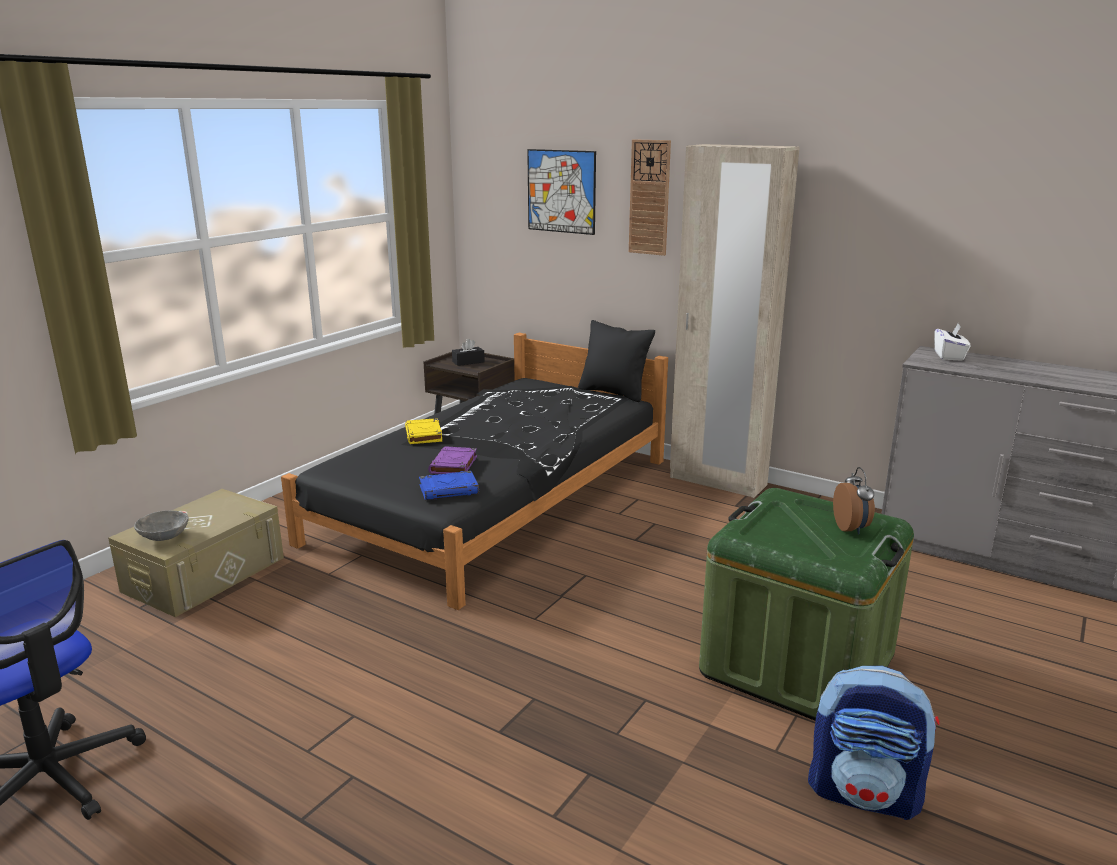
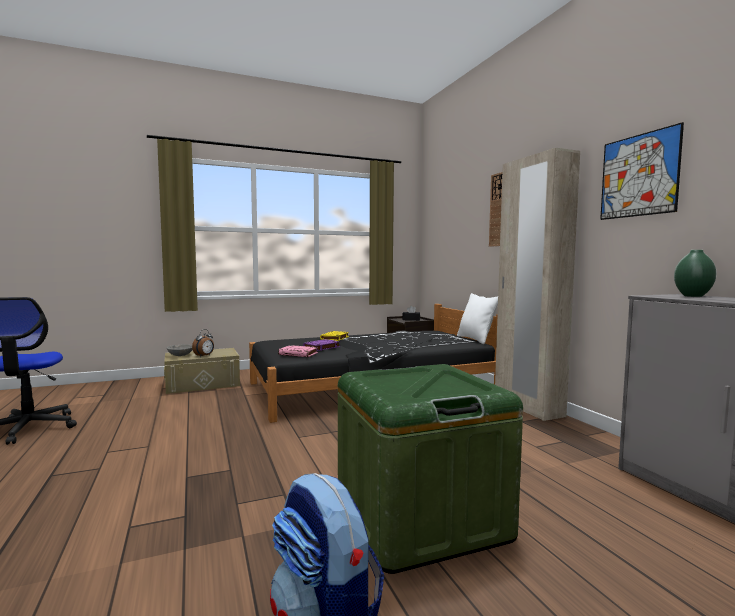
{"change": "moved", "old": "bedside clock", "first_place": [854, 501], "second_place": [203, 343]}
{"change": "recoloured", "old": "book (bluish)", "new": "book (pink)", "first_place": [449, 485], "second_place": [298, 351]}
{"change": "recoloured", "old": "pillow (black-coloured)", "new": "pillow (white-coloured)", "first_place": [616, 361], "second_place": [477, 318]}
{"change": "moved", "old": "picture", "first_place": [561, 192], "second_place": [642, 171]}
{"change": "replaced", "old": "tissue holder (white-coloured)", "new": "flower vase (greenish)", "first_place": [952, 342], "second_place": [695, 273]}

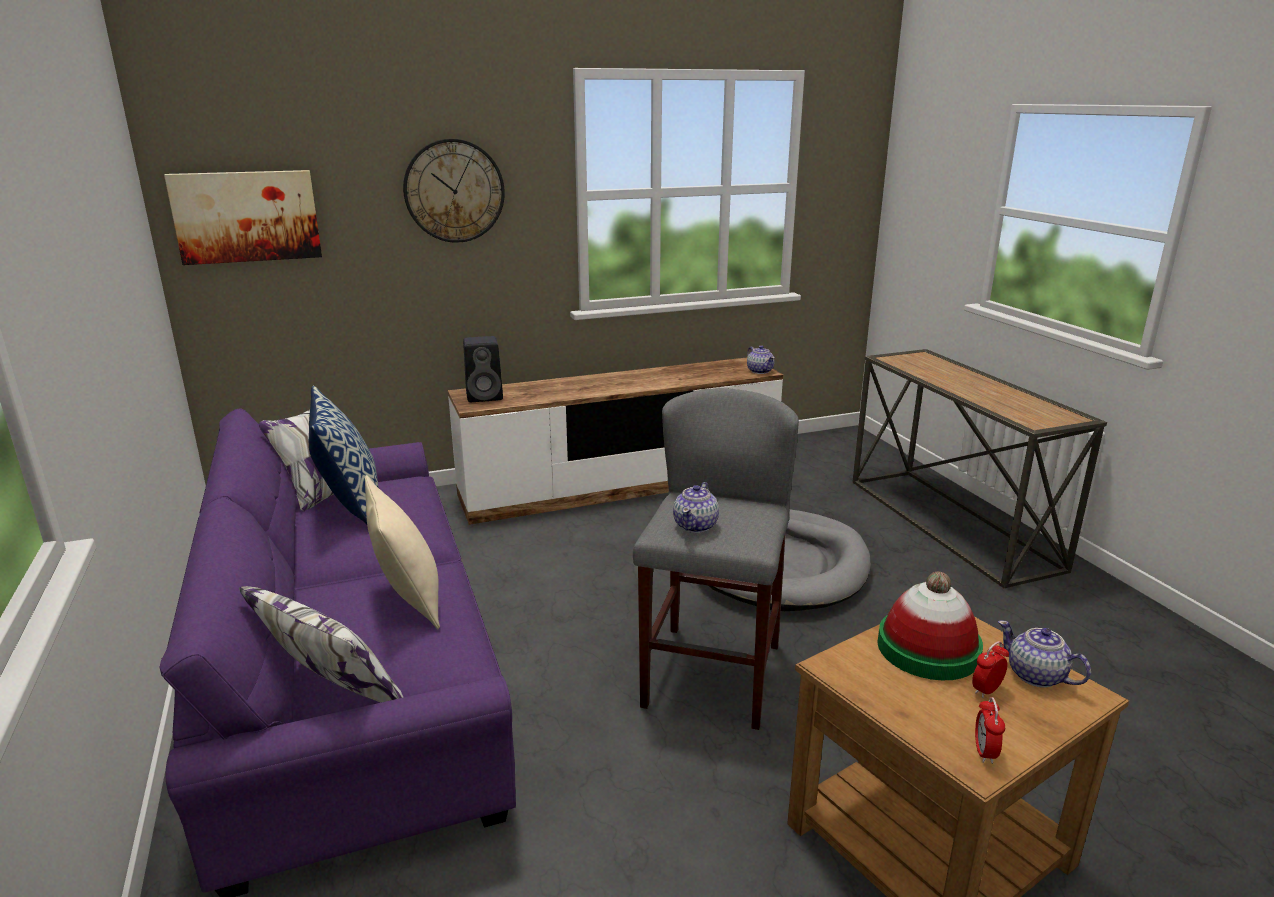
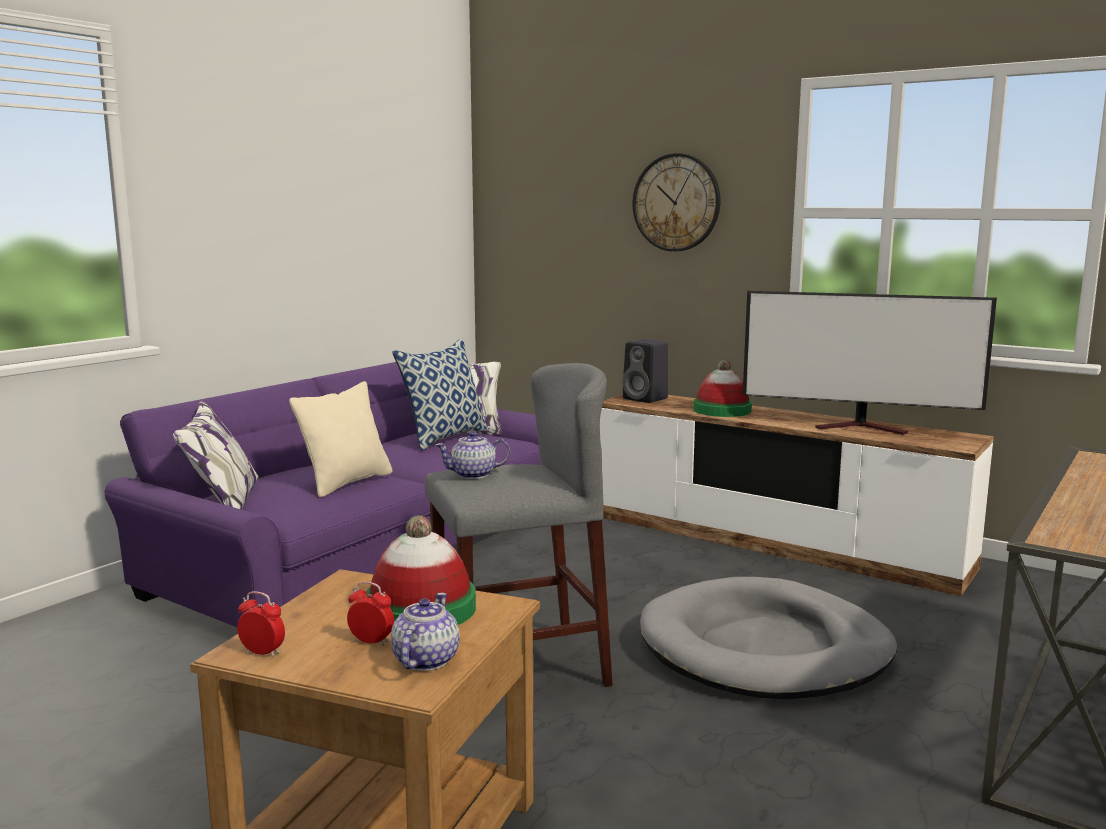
{"change": "turned", "old": "bedside clock", "first_place": [990, 730], "second_place": [261, 624], "degrees": 45}
{"change": "added", "new": "wearable hat", "second_place": [723, 388]}
{"change": "added", "new": "television", "second_place": [870, 363]}
{"change": "removed", "old": "picture", "first_place": [243, 217]}
{"change": "removed", "old": "pot for tea", "first_place": [761, 359]}

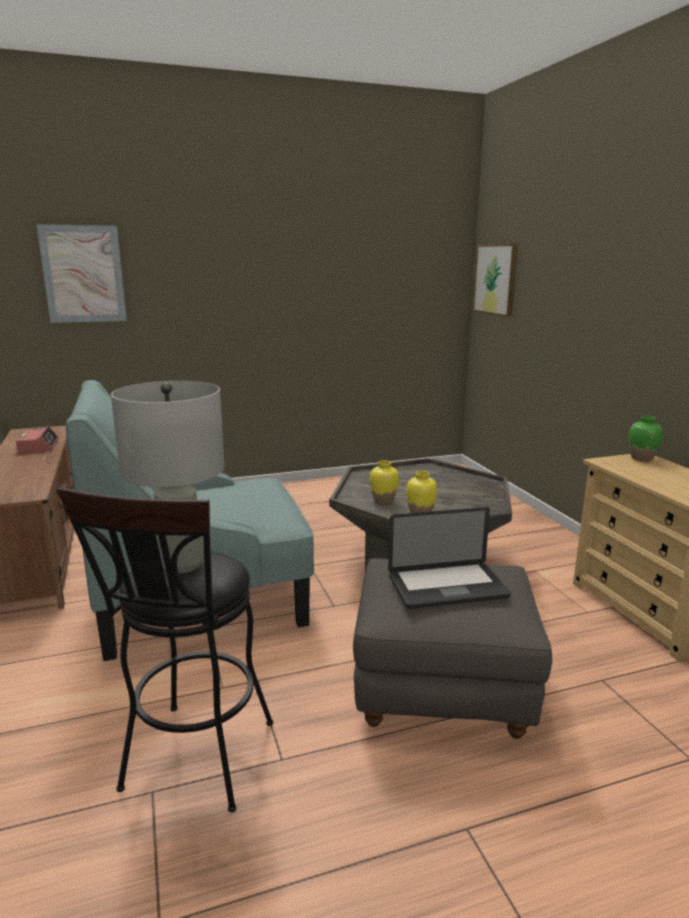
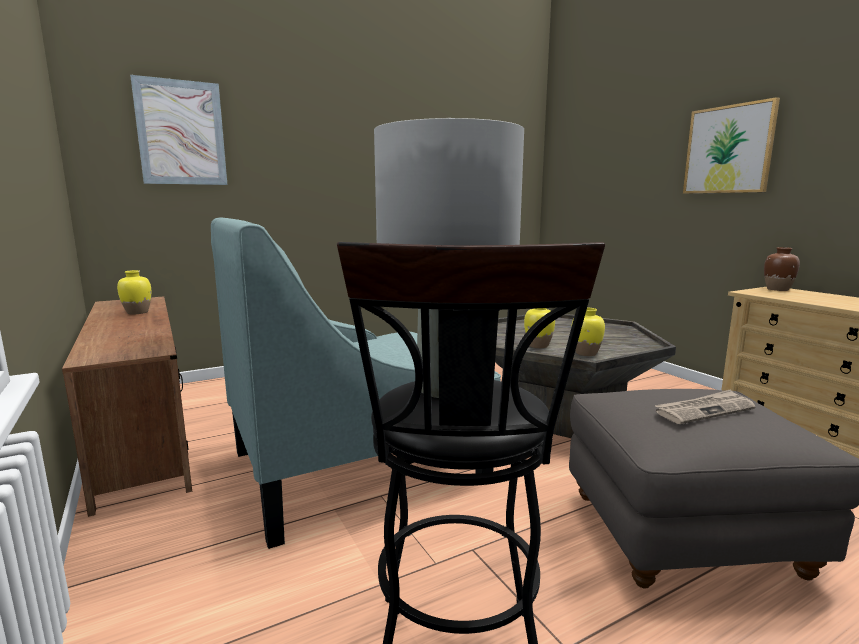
{"change": "replaced", "old": "bedside clock", "new": "flower vase (yellow-coloured)", "first_place": [37, 439], "second_place": [134, 292]}
{"change": "replaced", "old": "laptop", "new": "printed paper", "first_place": [449, 558], "second_place": [705, 406]}
{"change": "moved", "old": "picture", "first_place": [495, 280], "second_place": [731, 145]}
{"change": "recoloured", "old": "flower vase (greenish)", "new": "flower vase (brown)", "first_place": [646, 438], "second_place": [782, 269]}

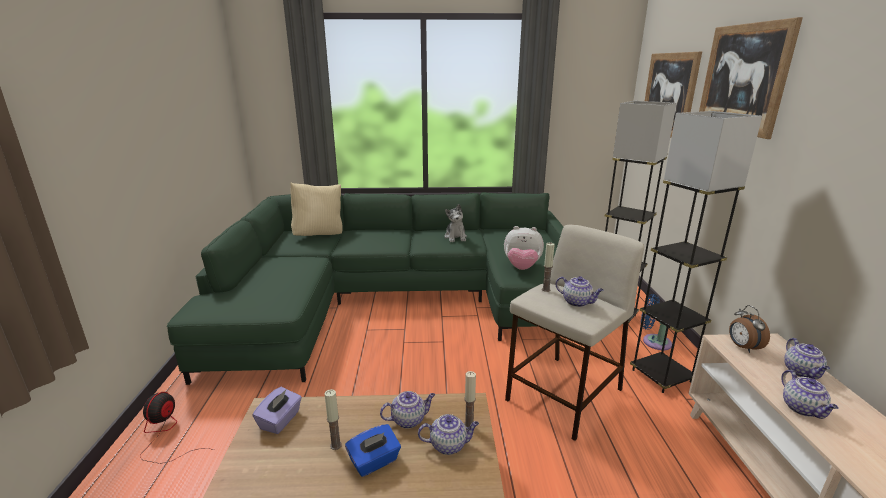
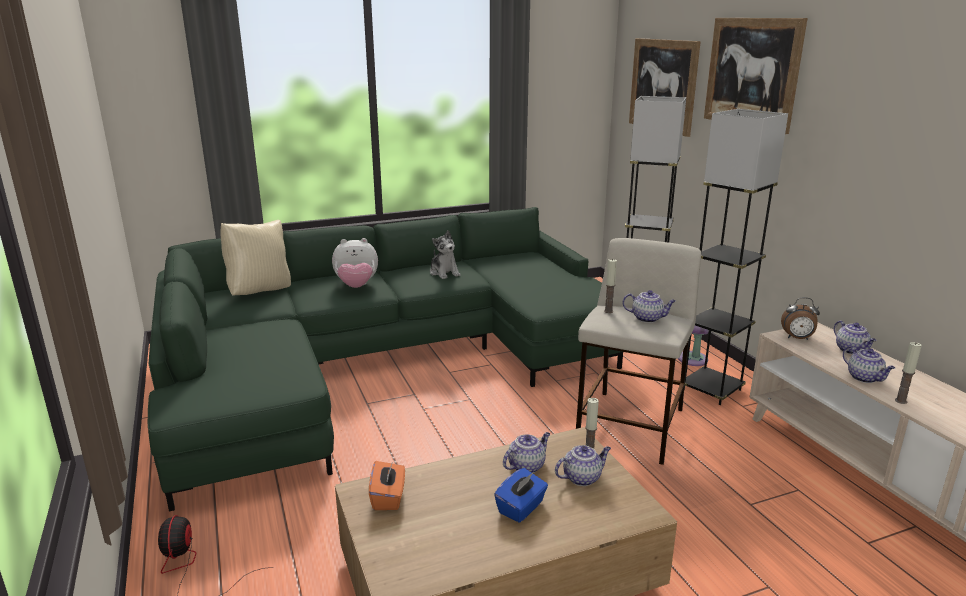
{"change": "moved", "old": "soft toy", "first_place": [524, 248], "second_place": [355, 263]}
{"change": "recoloured", "old": "tissue holder (purple-coloured)", "new": "tissue holder (orange)", "first_place": [277, 410], "second_place": [387, 485]}
{"change": "turned", "old": "bedside clock", "first_place": [749, 329], "second_place": [800, 318], "degrees": -45}
{"change": "moved", "old": "candle", "first_place": [333, 419], "second_place": [908, 373]}

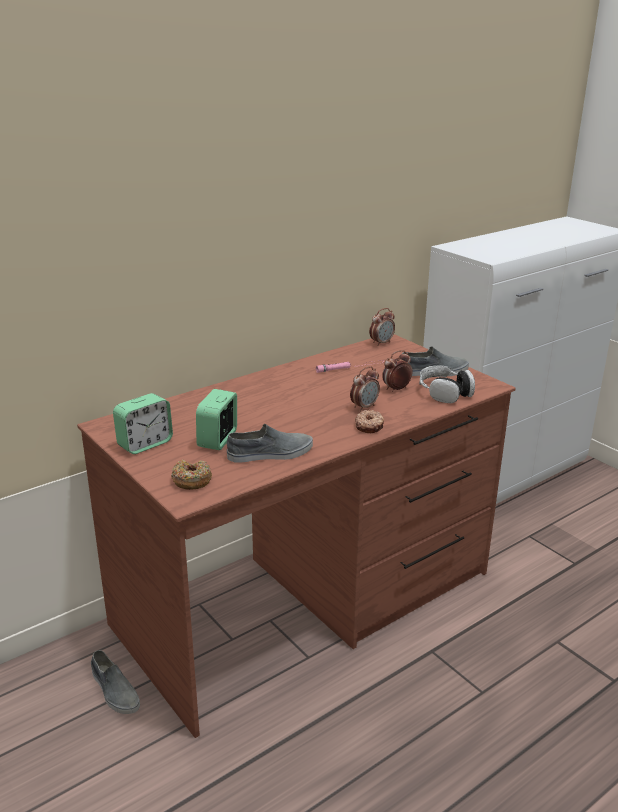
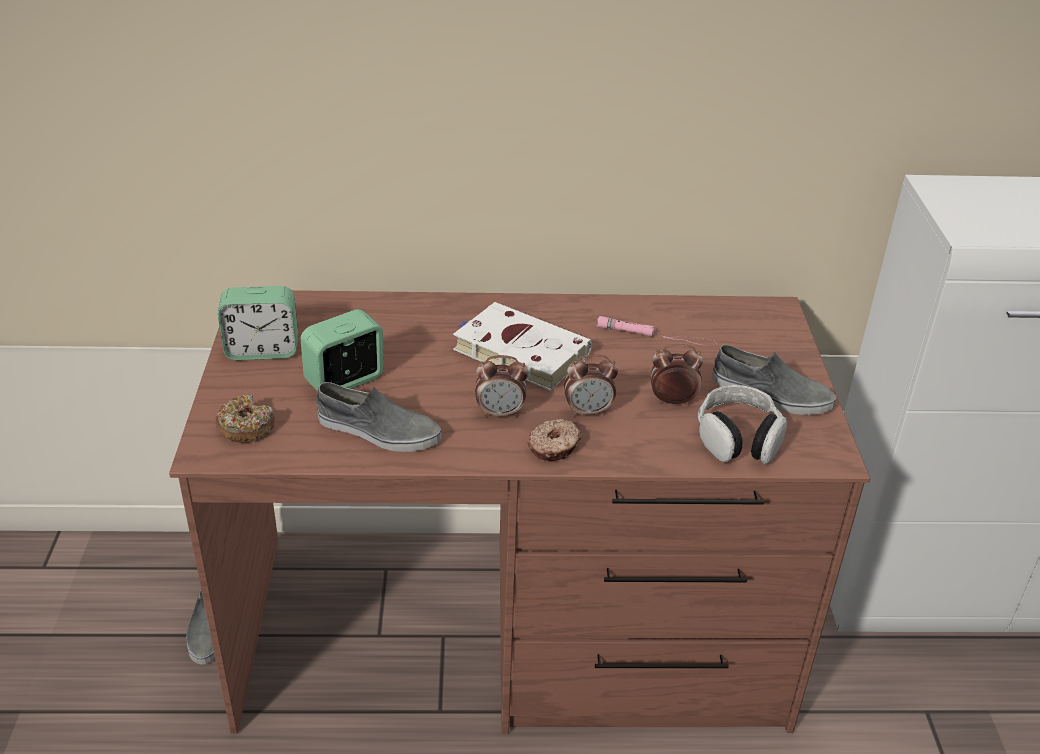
{"change": "added", "new": "book (white-coloured)", "second_place": [522, 346]}
{"change": "moved", "old": "bedside clock", "first_place": [382, 327], "second_place": [501, 386]}

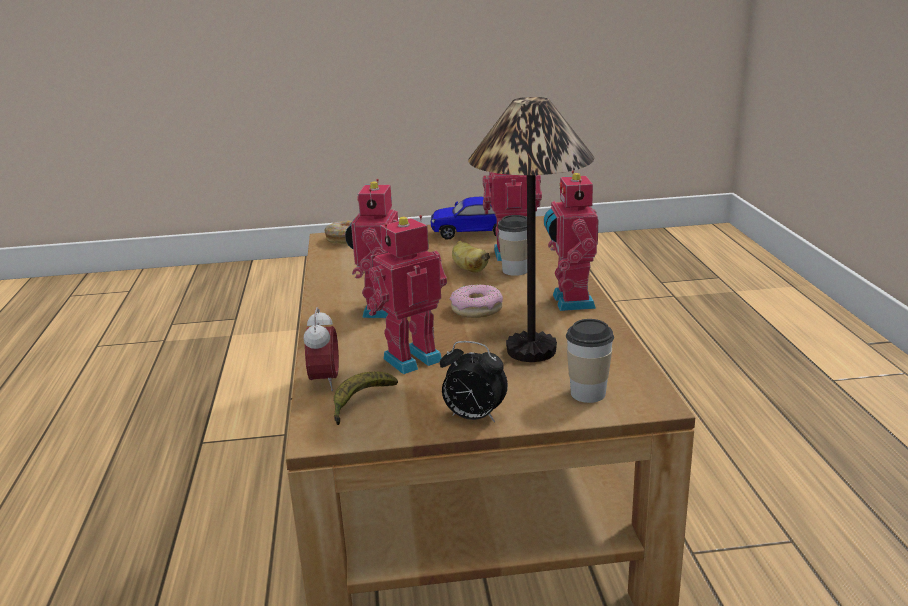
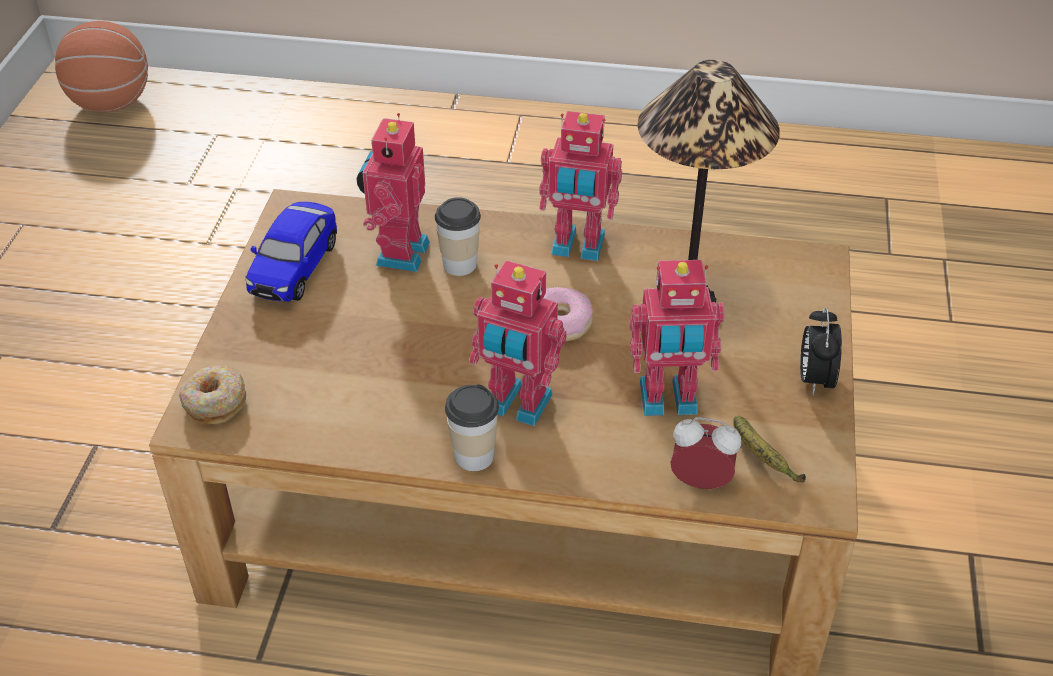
{"change": "added", "new": "basketball", "second_place": [101, 66]}
{"change": "moved", "old": "drinking cup", "first_place": [590, 361], "second_place": [472, 428]}
{"change": "turned", "old": "model robot", "first_place": [407, 294], "second_place": [677, 338], "degrees": -75}
{"change": "turned", "old": "bedside clock", "first_place": [474, 381], "second_place": [821, 351], "degrees": 150}
{"change": "removed", "old": "whole banana", "first_place": [471, 256]}

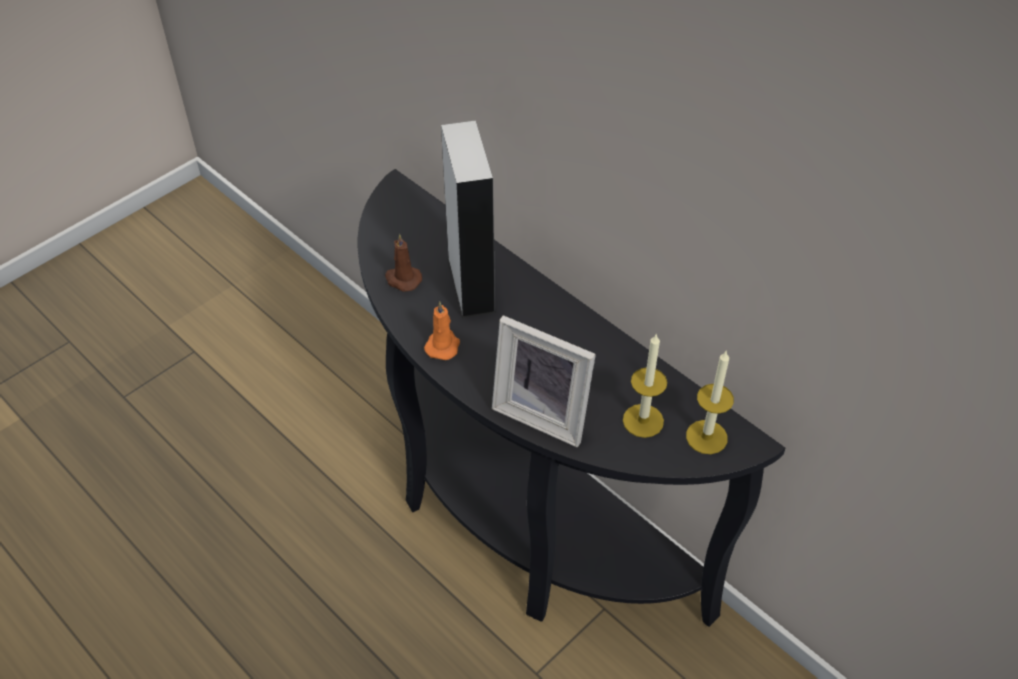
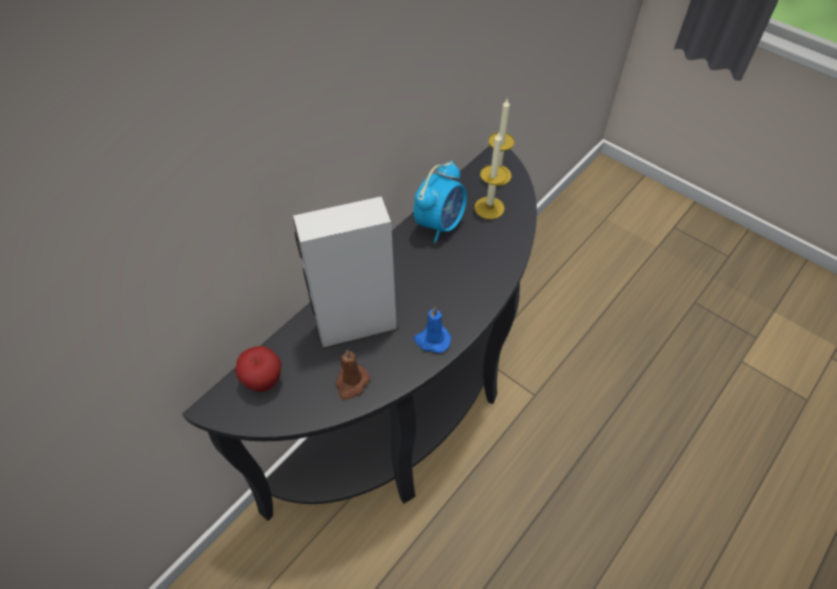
{"change": "added", "new": "apple fruit", "second_place": [258, 369]}
{"change": "added", "new": "bedside clock", "second_place": [440, 202]}
{"change": "recoloured", "old": "candle (orange)", "new": "candle (bluish)", "first_place": [442, 330], "second_place": [432, 330]}
{"change": "removed", "old": "standing frame", "first_place": [544, 381]}

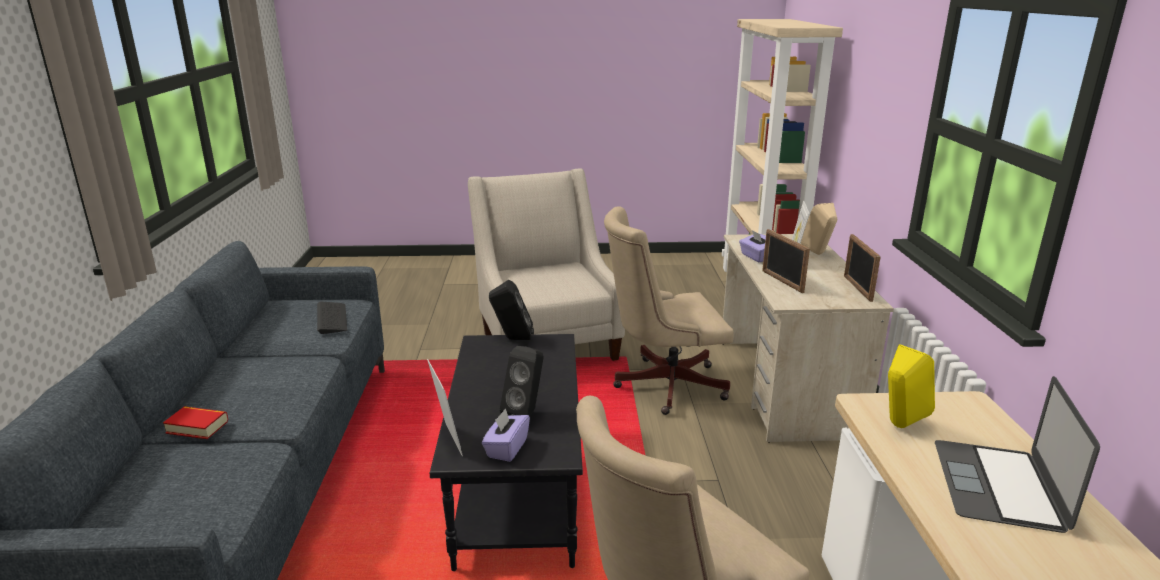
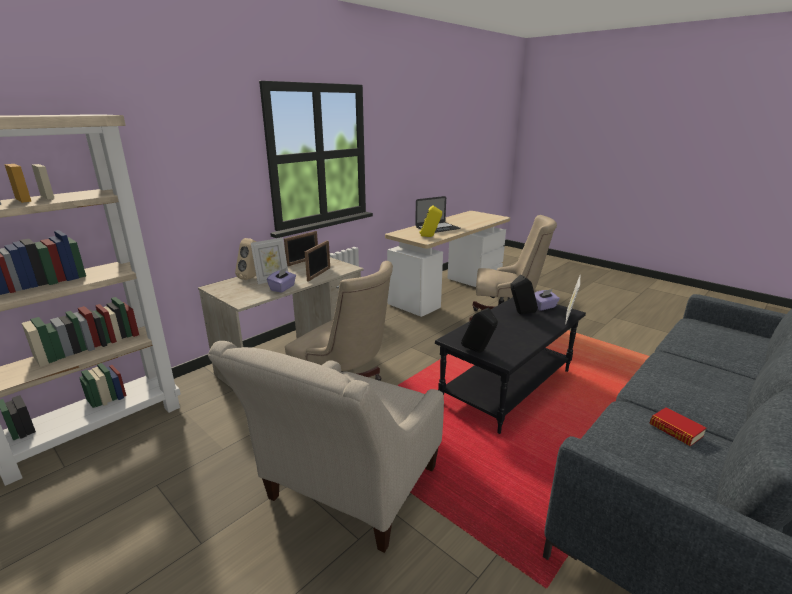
{"change": "moved", "old": "book", "first_place": [195, 422], "second_place": [678, 426]}
{"change": "removed", "old": "PC keyboard", "first_place": [332, 317]}

